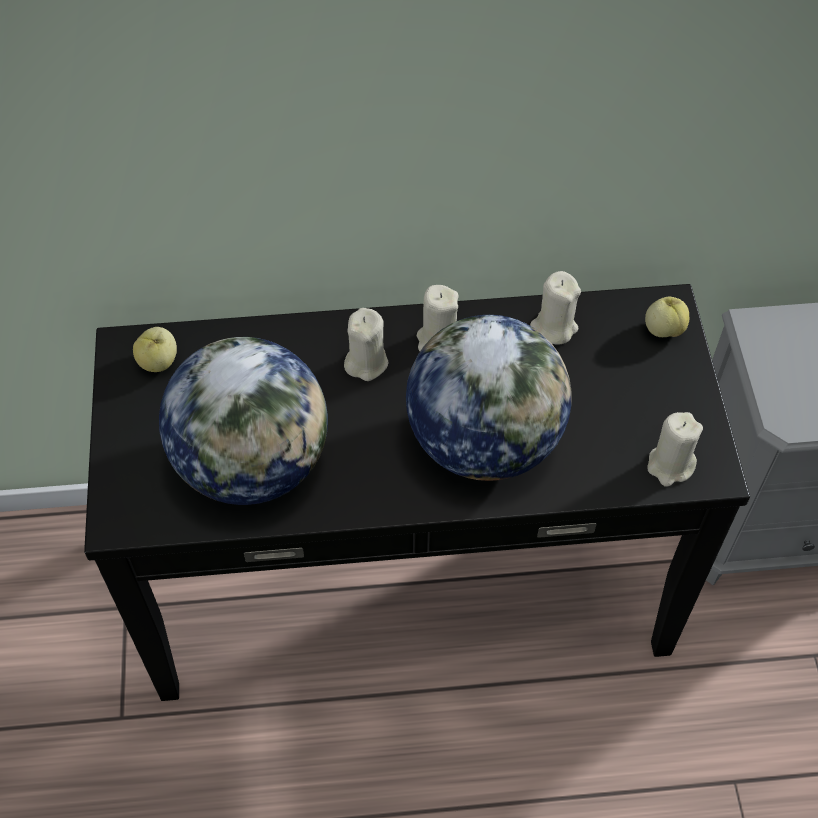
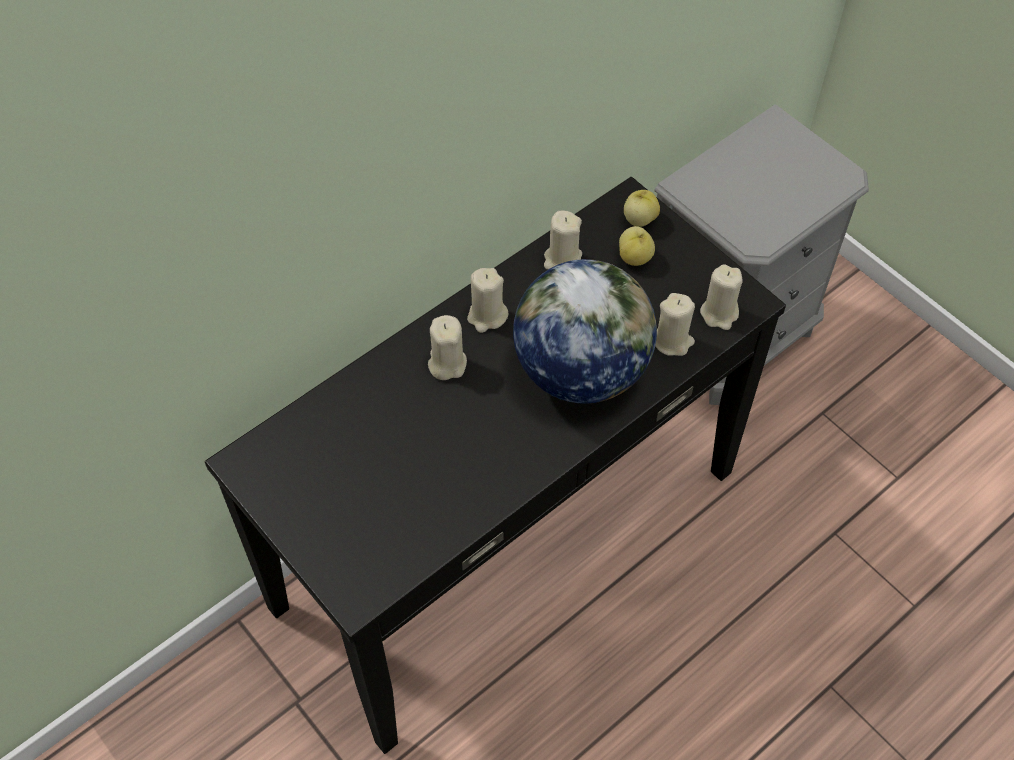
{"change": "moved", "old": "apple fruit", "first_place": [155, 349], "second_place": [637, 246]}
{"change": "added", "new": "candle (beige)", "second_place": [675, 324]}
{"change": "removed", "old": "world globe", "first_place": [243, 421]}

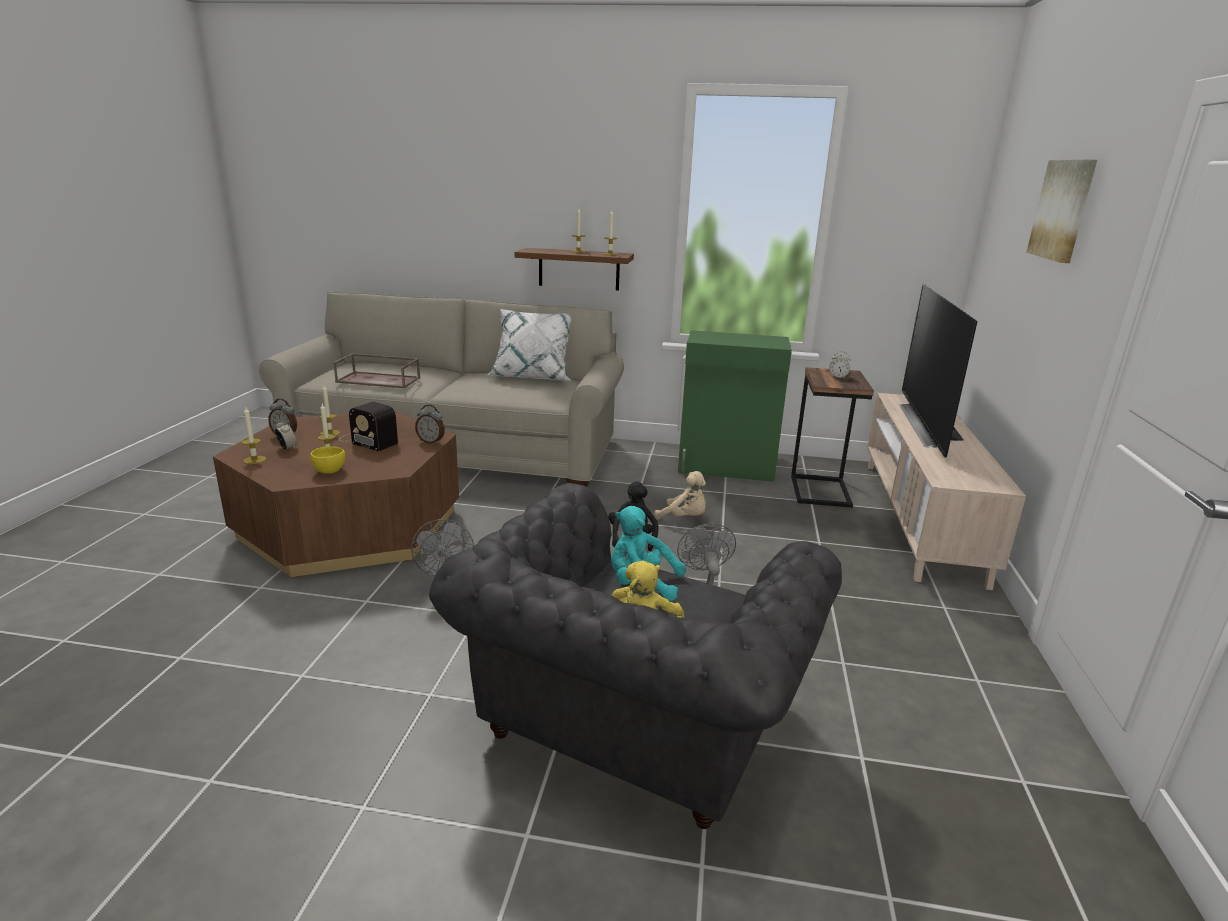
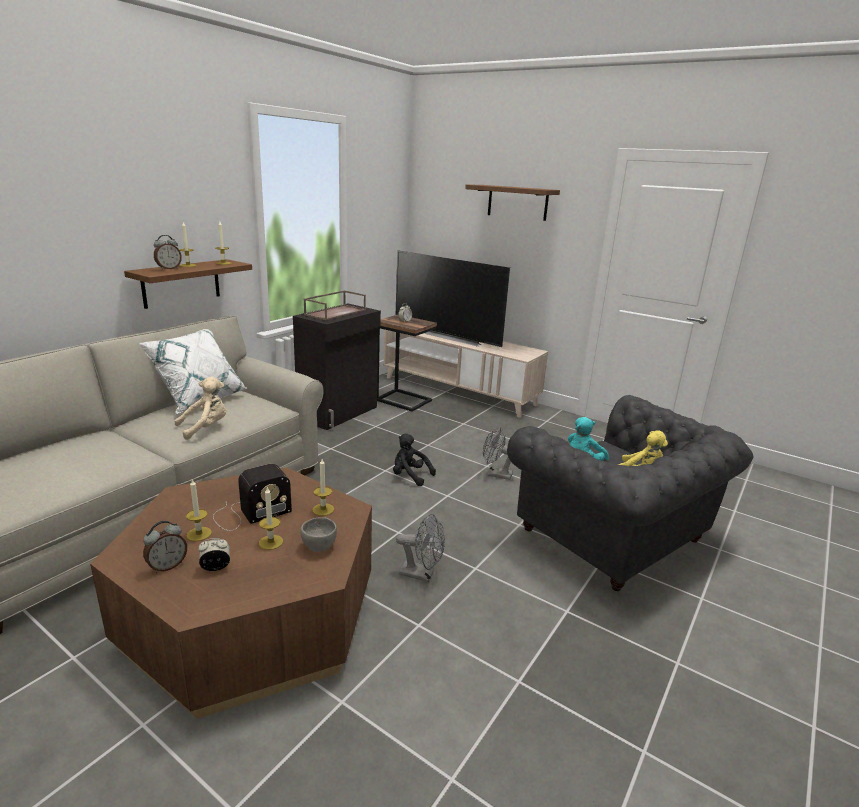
{"change": "moved", "old": "bedside clock", "first_place": [430, 424], "second_place": [168, 252]}
{"change": "moved", "old": "soft toy (beige)", "first_place": [680, 495], "second_place": [200, 408]}
{"change": "recoloured", "old": "cabinet (greenish)", "new": "cabinet (black-coloured)", "first_place": [735, 406], "second_place": [337, 366]}
{"change": "recoloured", "old": "deep dish (yellow-coloured)", "new": "deep dish (grey)", "first_place": [327, 460], "second_place": [318, 534]}
{"change": "moved", "old": "tray (brown)", "first_place": [376, 370], "second_place": [334, 305]}
{"change": "moved", "old": "candle", "first_place": [254, 435], "second_place": [323, 487]}
{"change": "replaced", "old": "picture", "new": "bracket shelf (brown)", "first_place": [1061, 211], "second_place": [512, 203]}

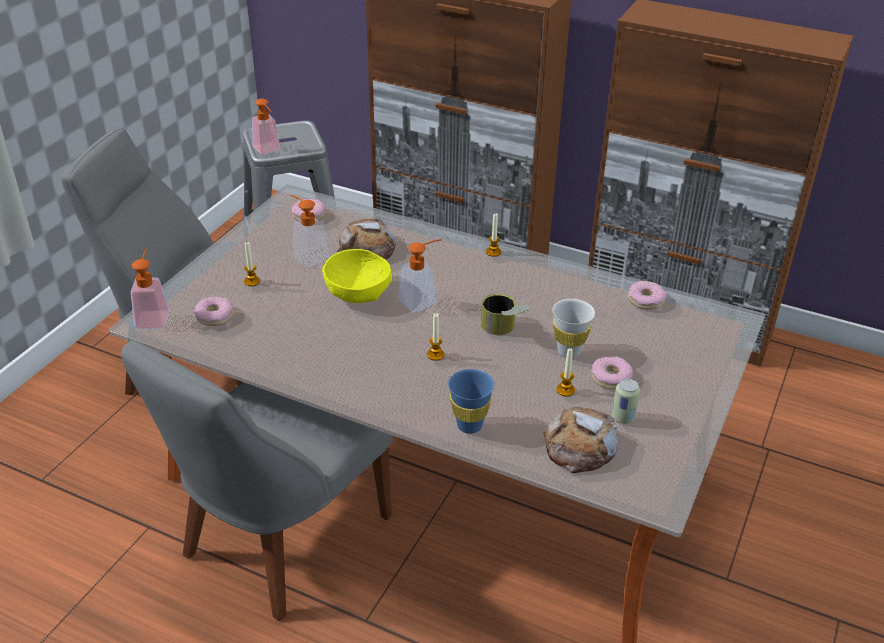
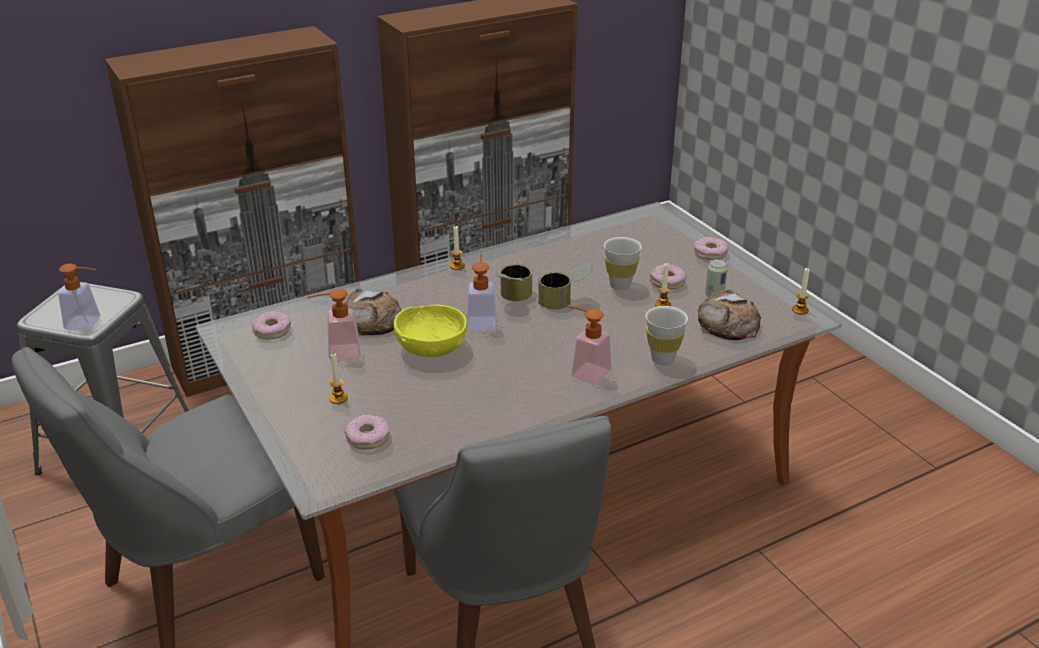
{"change": "added", "new": "can", "second_place": [514, 282]}
{"change": "moved", "old": "soap dispenser", "first_place": [150, 288], "second_place": [589, 345]}
{"change": "recoloured", "old": "drinking cup (bluish)", "new": "drinking cup (white-coloured)", "first_place": [471, 401], "second_place": [667, 335]}
{"change": "moved", "old": "ring doughnut", "first_place": [647, 295], "second_place": [711, 248]}
{"change": "moved", "old": "candle", "first_place": [435, 337], "second_place": [801, 291]}

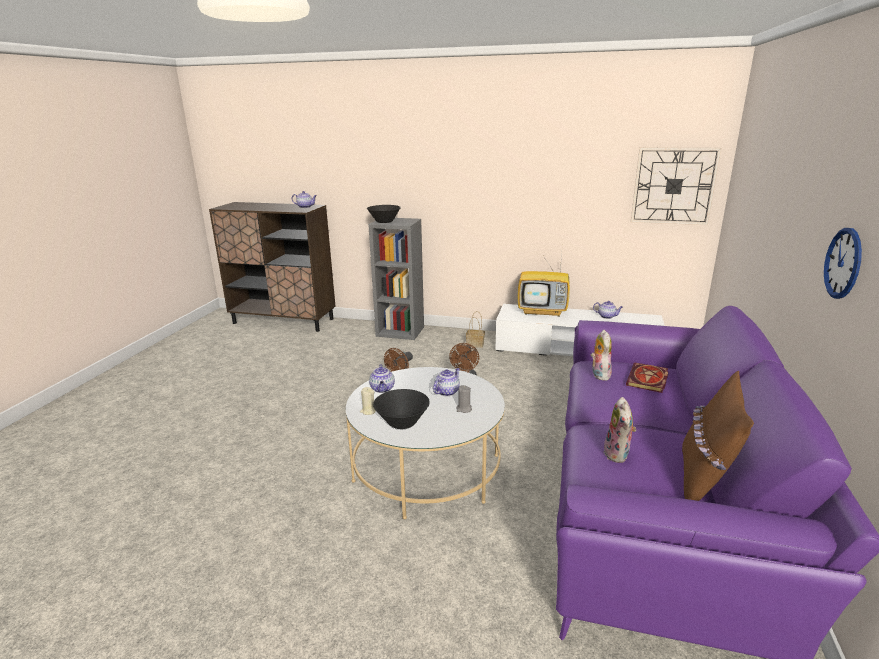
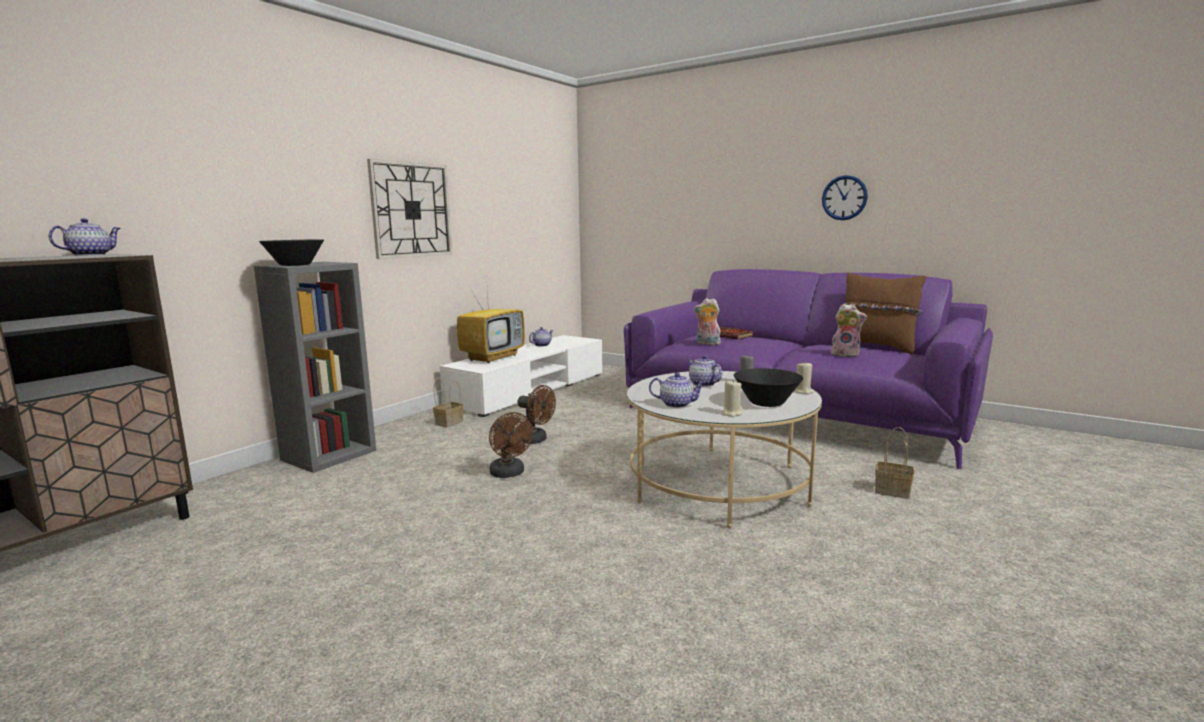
{"change": "moved", "old": "clock on the wall", "first_place": [676, 186], "second_place": [409, 209]}
{"change": "added", "new": "candle (beige)", "second_place": [804, 378]}
{"change": "added", "new": "storage basket", "second_place": [894, 463]}

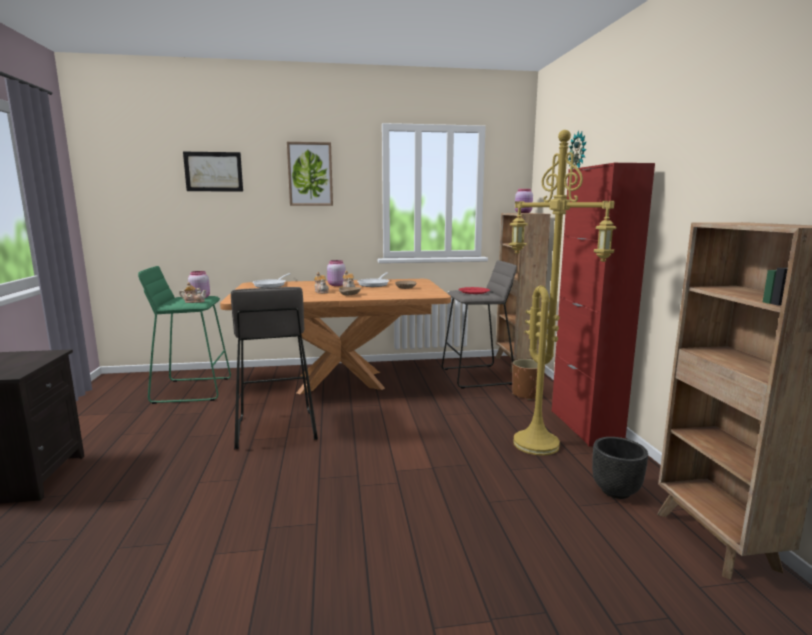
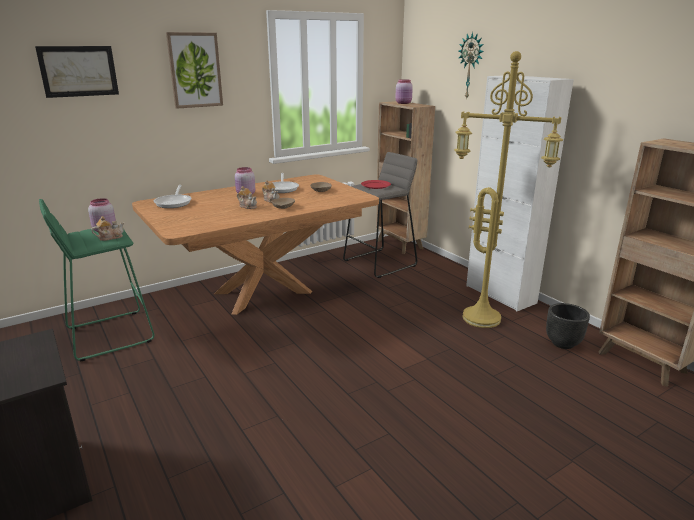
{"change": "recoloured", "old": "cabinet (reddish)", "new": "cabinet (white-coloured)", "first_place": [603, 304], "second_place": [520, 193]}
{"change": "removed", "old": "stool seat (grey)", "first_place": [274, 368]}
{"change": "removed", "old": "plant pot (brown)", "first_place": [528, 379]}

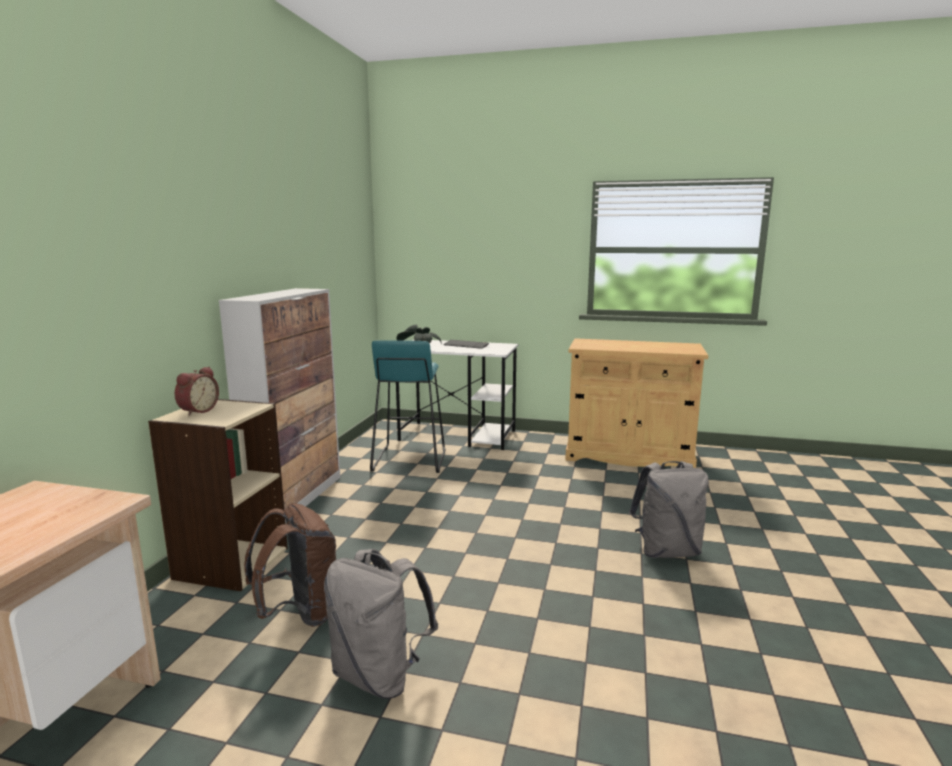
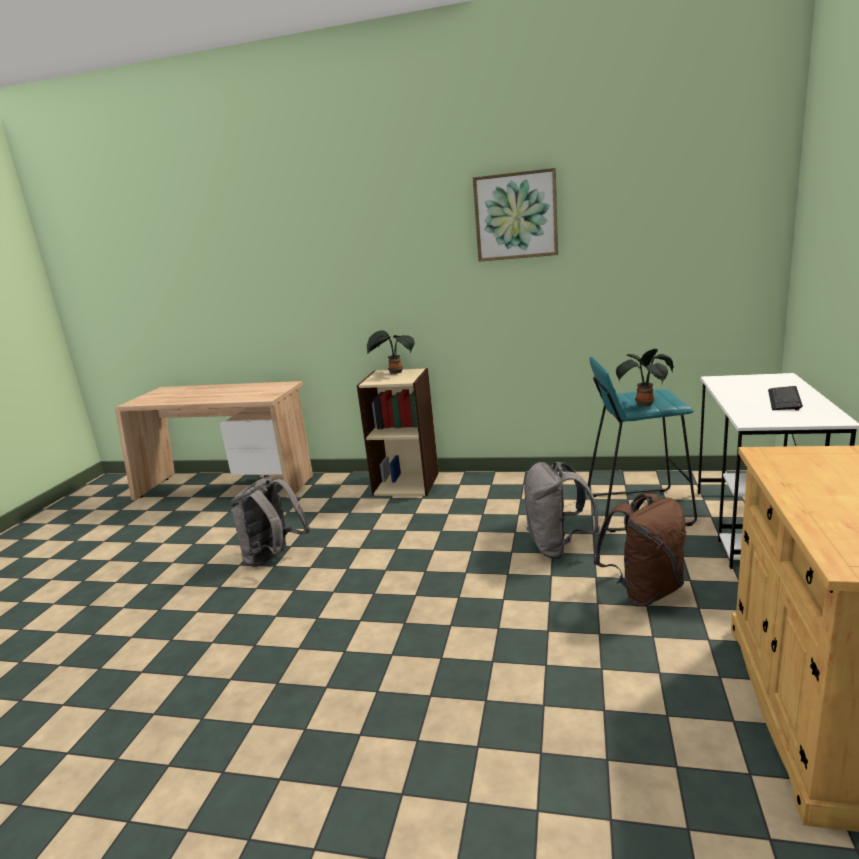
{"change": "replaced", "old": "bedside clock", "new": "houseplant", "first_place": [197, 391], "second_place": [391, 352]}
{"change": "added", "new": "picture", "second_place": [515, 215]}
{"change": "moved", "old": "rucksack (grey)", "first_place": [669, 509], "second_place": [562, 510]}
{"change": "moved", "old": "rucksack (brown)", "first_place": [290, 565], "second_place": [639, 550]}
{"change": "removed", "old": "cabinet", "first_place": [279, 405]}

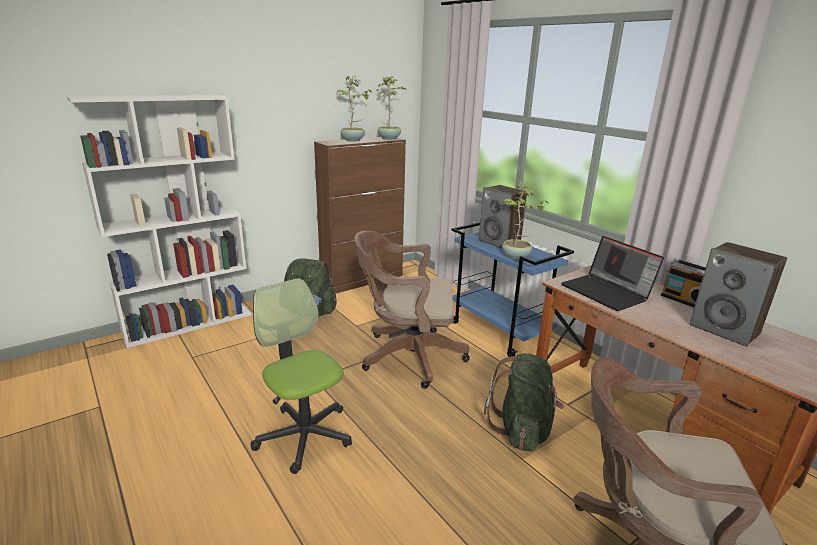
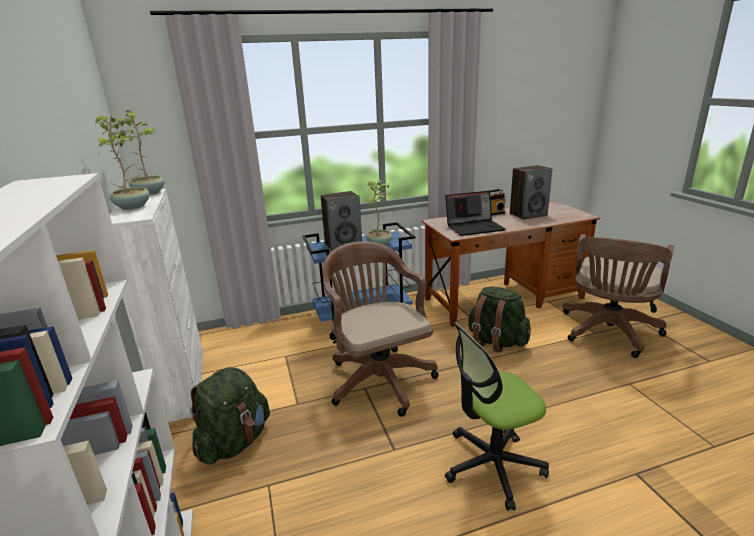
{"change": "recoloured", "old": "cabinet (brown)", "new": "cabinet (white-coloured)", "first_place": [360, 215], "second_place": [156, 305]}
{"change": "turned", "old": "office chair (brown)", "first_place": [412, 310], "second_place": [380, 329], "degrees": 135}

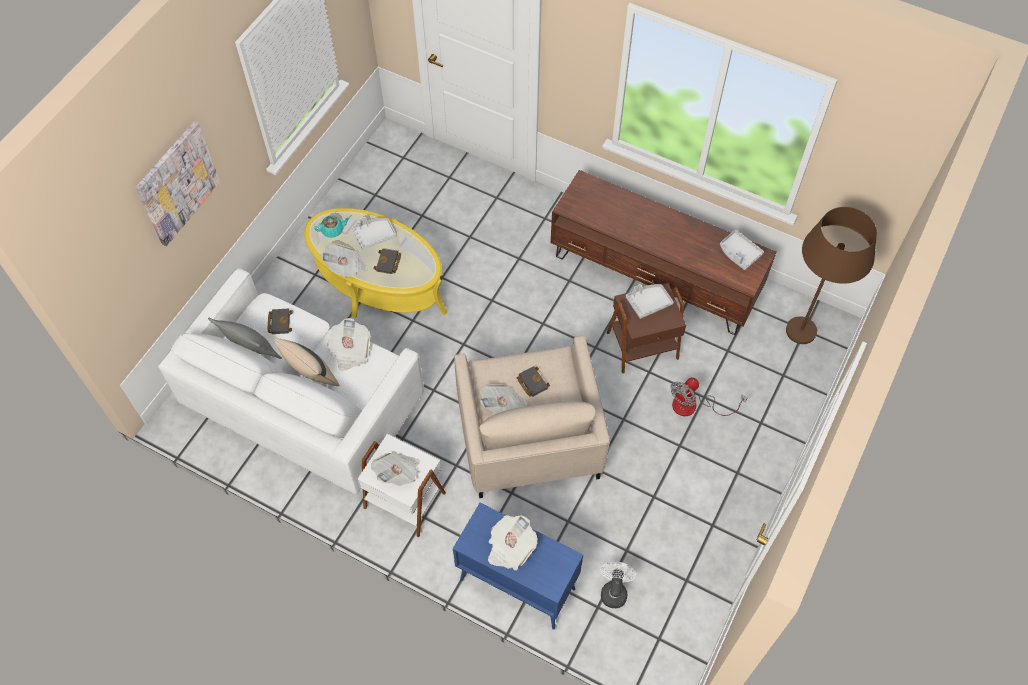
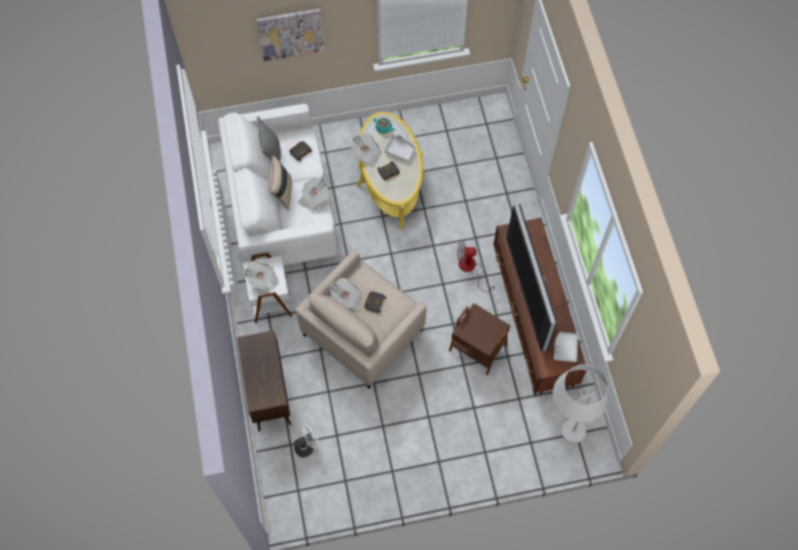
{"change": "recoloured", "old": "cabinet (bluish)", "new": "cabinet (brown)", "first_place": [518, 566], "second_place": [264, 381]}
{"change": "moved", "old": "fan", "first_place": [708, 396], "second_place": [476, 266]}
{"change": "added", "new": "television", "second_place": [532, 277]}
{"change": "recoloured", "old": "floor lamp (brown)", "new": "floor lamp (white-coloured)", "first_place": [831, 275], "second_place": [581, 404]}
{"change": "removed", "old": "printed paper", "first_place": [512, 543]}
{"change": "removed", "old": "tray (grey)", "first_place": [650, 301]}

